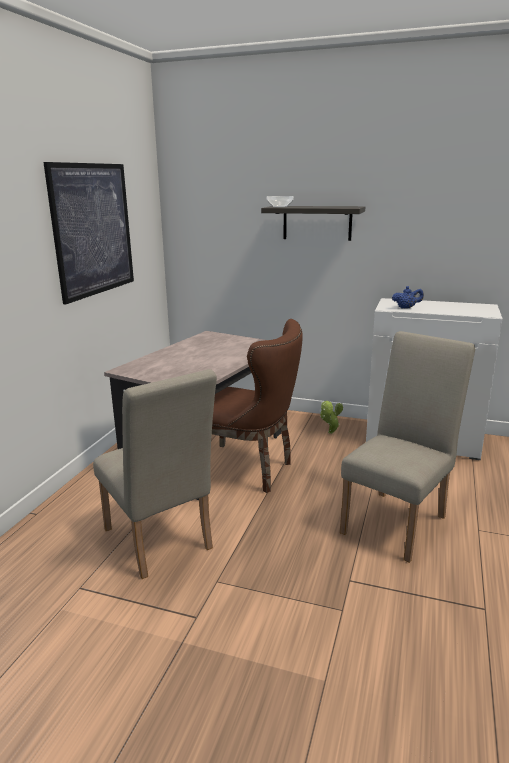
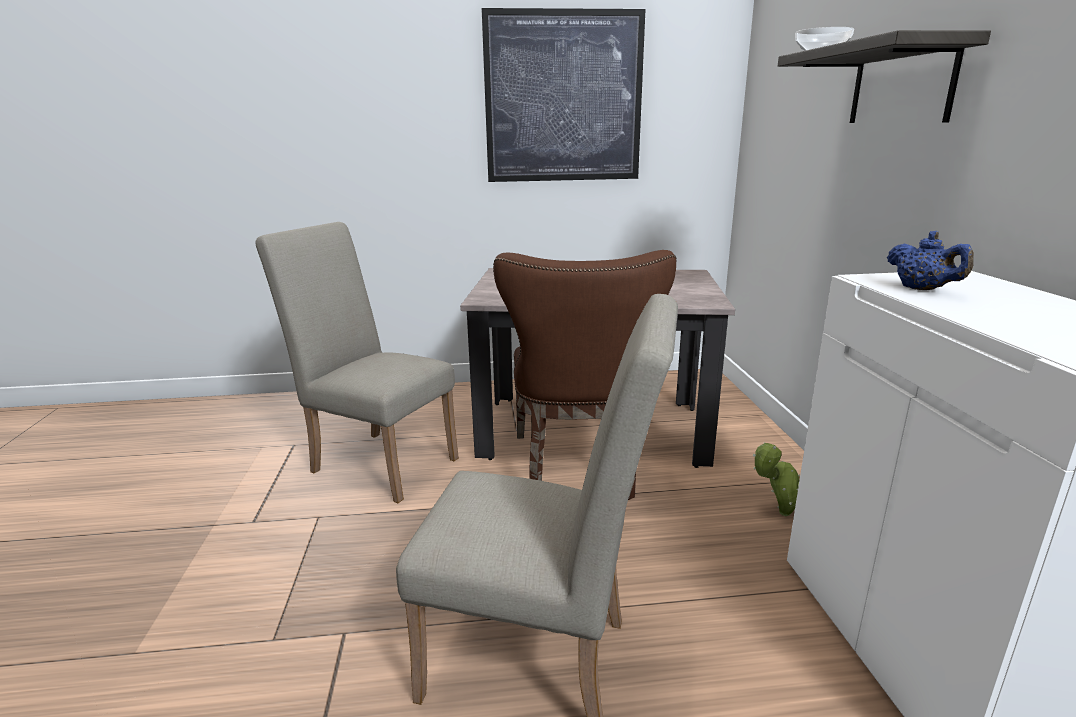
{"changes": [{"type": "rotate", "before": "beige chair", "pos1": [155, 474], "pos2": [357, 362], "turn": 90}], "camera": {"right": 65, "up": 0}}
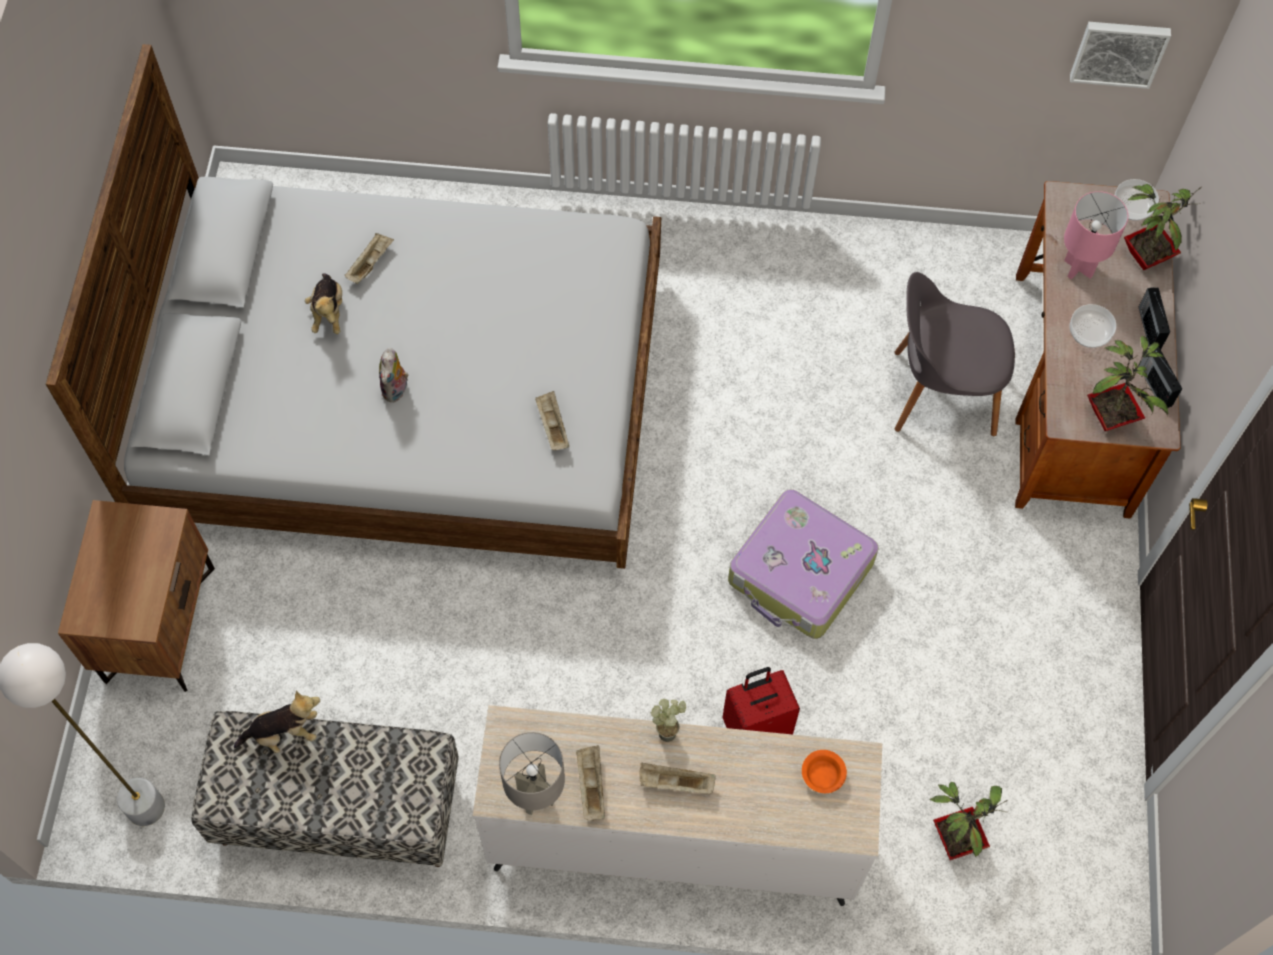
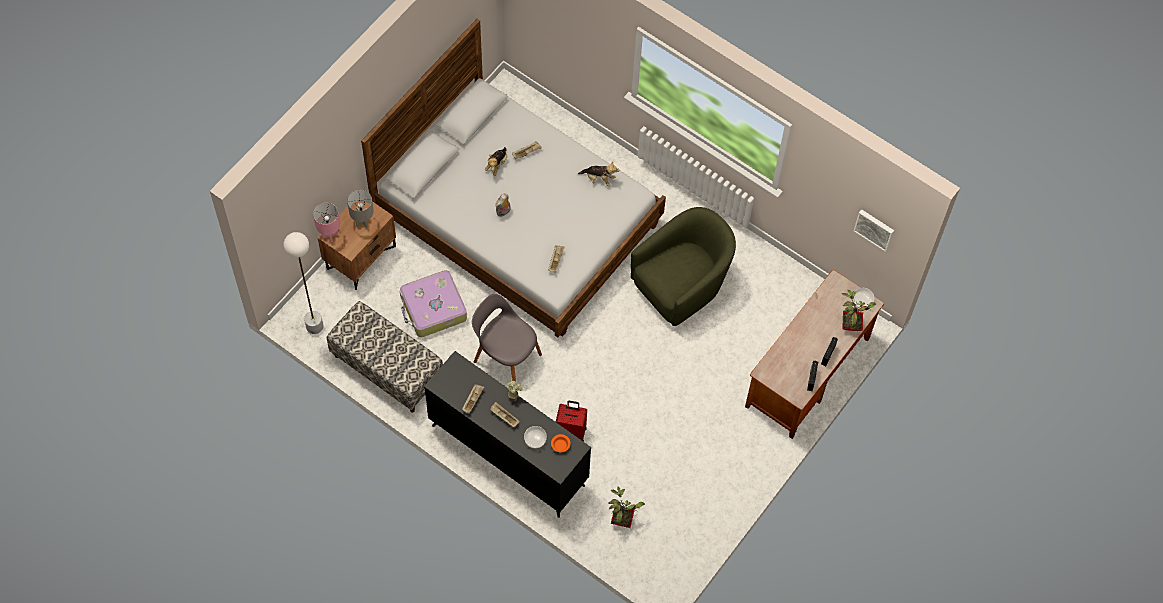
{"changes": [{"type": "move", "before": "plush toy", "pos1": [277, 722], "pos2": [599, 173]}, {"type": "recolor", "before": "beige dresser", "after": "black dresser", "pos1": [677, 805], "pos2": [507, 434]}, {"type": "move", "before": "grey table lamp", "pos1": [532, 773], "pos2": [360, 209]}, {"type": "move", "before": "suitcase", "pos1": [803, 564], "pos2": [433, 303]}, {"type": "move", "before": "grey chair", "pos1": [954, 354], "pos2": [507, 337]}, {"type": "move", "before": "pink table lamp", "pos1": [1096, 235], "pos2": [326, 222]}, {"type": "move", "before": "bowl", "pos1": [1092, 326], "pos2": [535, 437]}, {"type": "delete", "before": "potted plant", "pos1": [1127, 383]}, {"type": "insert", "after": "green armchair", "pos2": [683, 266]}], "camera": {"right": 30, "up": 0}}
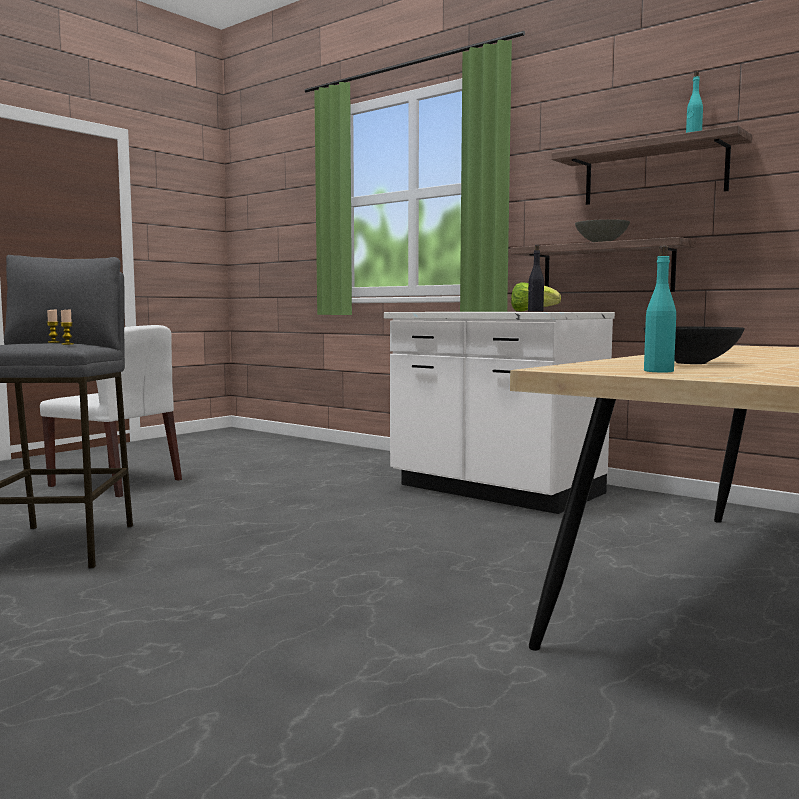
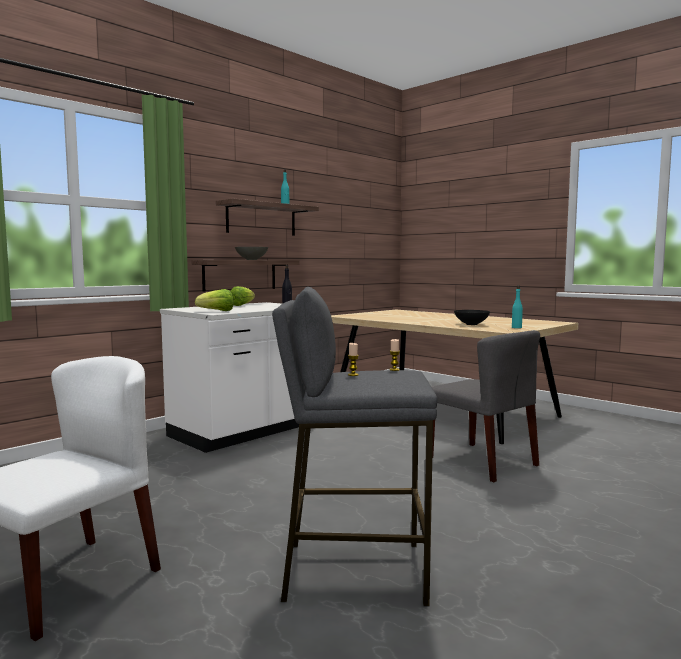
{"changes": [{"type": "insert", "after": "lettuce", "pos2": [214, 300]}, {"type": "insert", "after": "grey chair", "pos2": [486, 406]}], "camera": {"right": -85, "up": 0}}
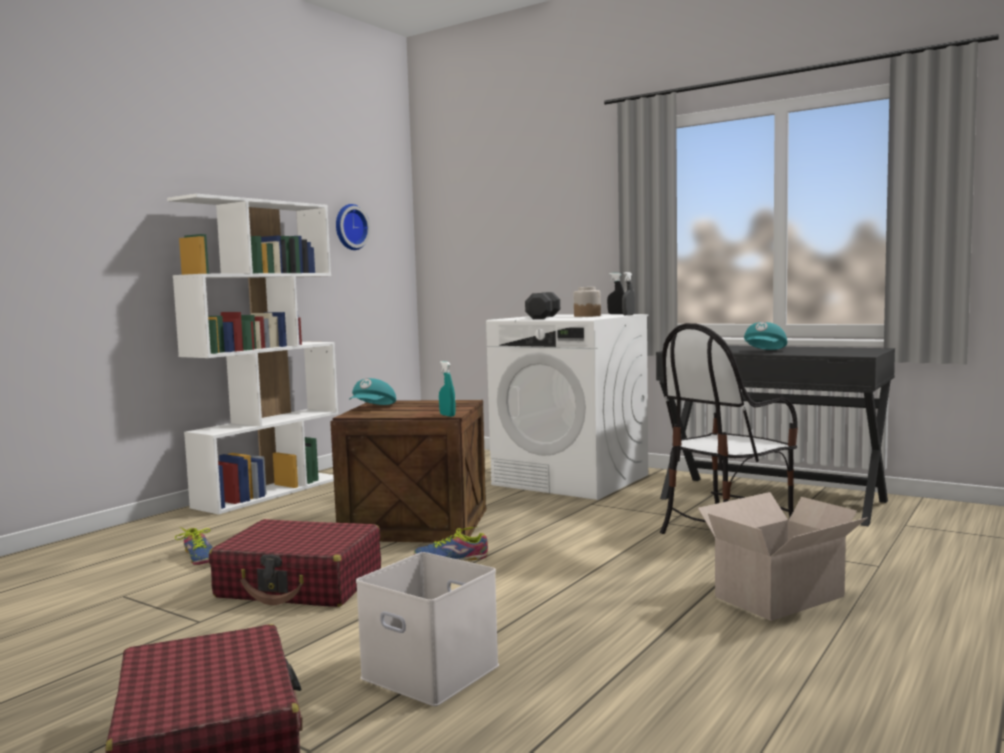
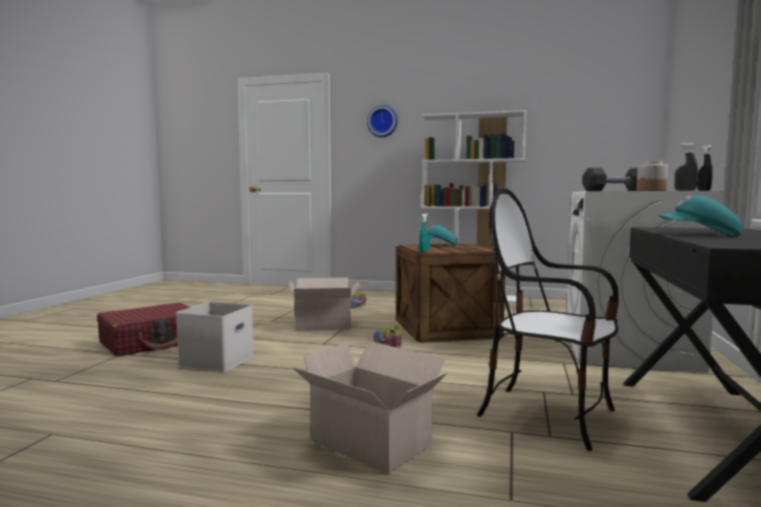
{"changes": [{"type": "replace", "before": "red suitcase", "after": "cardboard box", "pos1": [295, 563], "pos2": [325, 304]}, {"type": "move", "before": "wall clock", "pos1": [353, 227], "pos2": [382, 121]}], "camera": {"right": 70, "up": 0}}
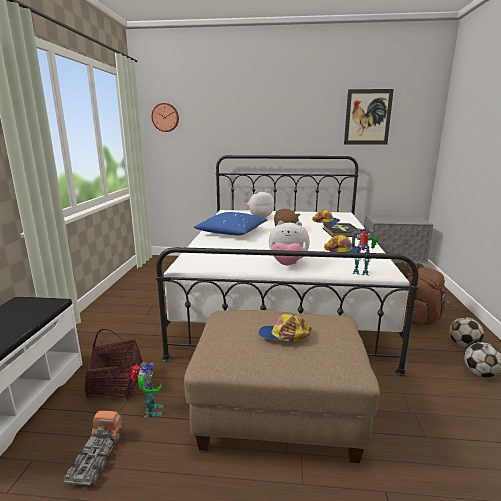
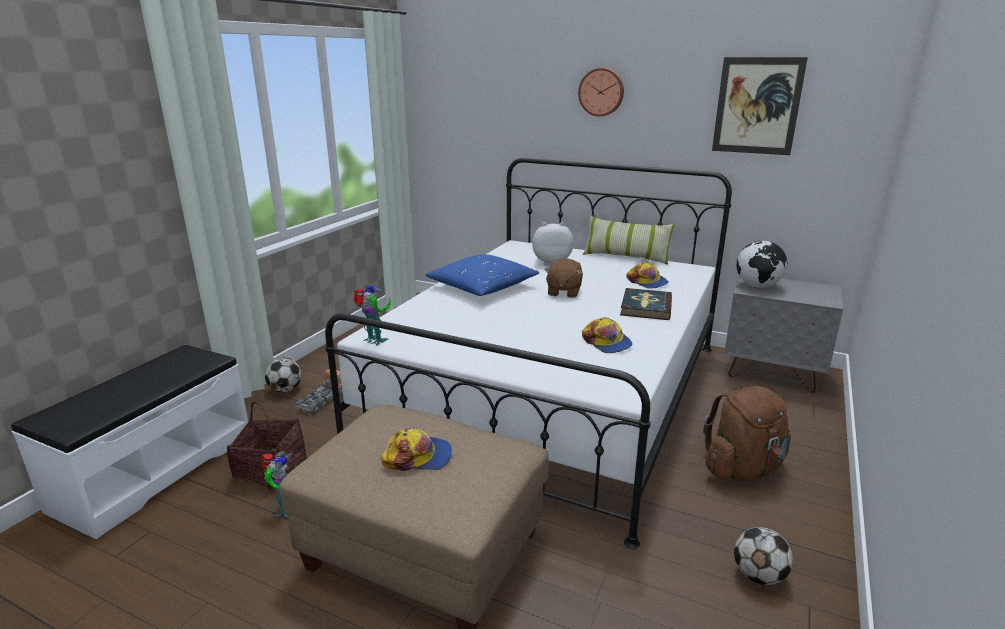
{"changes": [{"type": "move", "before": "toy truck", "pos1": [94, 448], "pos2": [319, 391]}, {"type": "move", "before": "wall clock", "pos1": [165, 117], "pos2": [601, 92]}, {"type": "rotate", "before": "cap", "pos1": [285, 328], "pos2": [416, 449], "turn": 150}, {"type": "delete", "before": "plush toy", "pos1": [289, 243]}, {"type": "move", "before": "toy robot", "pos1": [364, 252], "pos2": [372, 315]}, {"type": "move", "before": "football", "pos1": [466, 332], "pos2": [283, 375]}, {"type": "insert", "after": "pillow", "pos2": [628, 240]}, {"type": "insert", "after": "globe", "pos2": [761, 264]}], "camera": {"right": 20, "up": 5}}
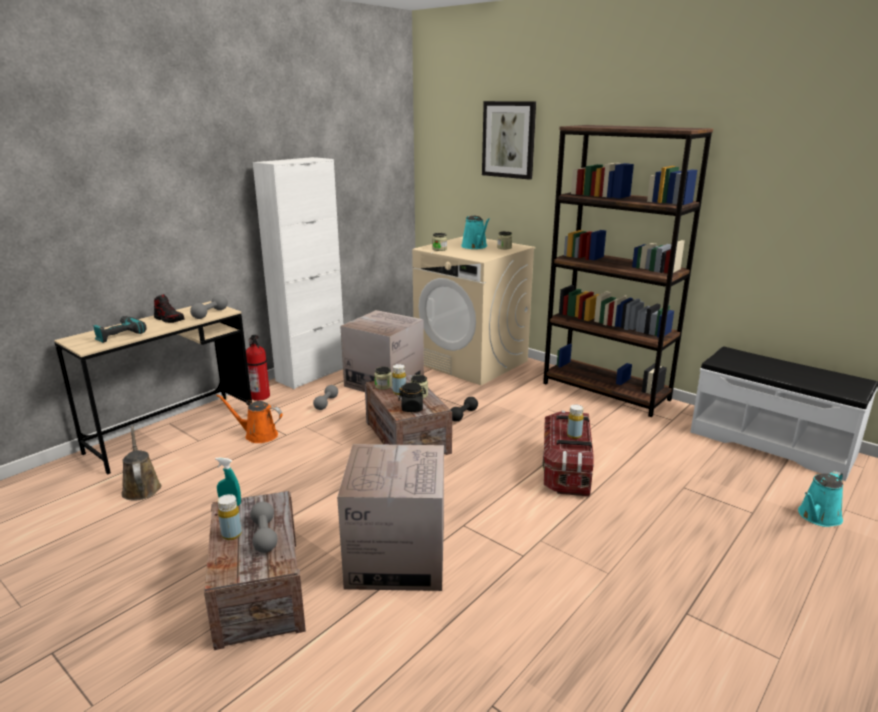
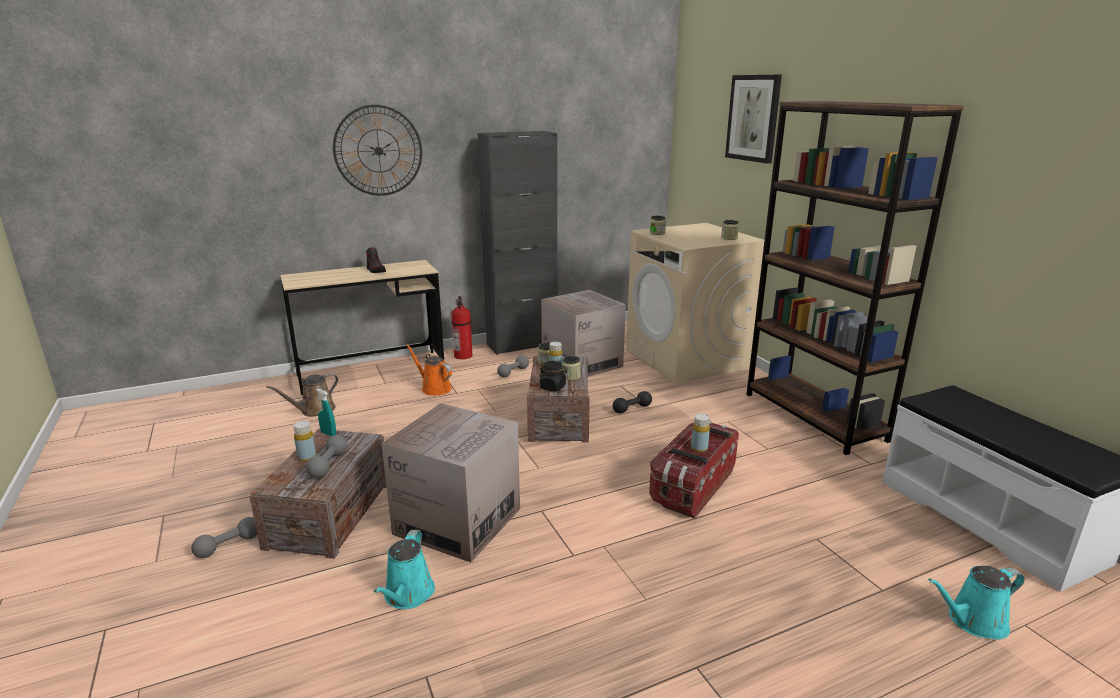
{"changes": [{"type": "delete", "before": "power drill", "pos1": [120, 329]}, {"type": "rotate", "before": "brown watering can", "pos1": [141, 463], "pos2": [302, 395], "turn": -135}, {"type": "move", "before": "grey dumbbell", "pos1": [209, 307], "pos2": [224, 537]}, {"type": "recolor", "before": "white cabinet", "after": "black cabinet", "pos1": [298, 273], "pos2": [517, 243]}, {"type": "move", "before": "turquoise watering can", "pos1": [475, 232], "pos2": [404, 569]}, {"type": "insert", "after": "wall clock", "pos2": [377, 150]}], "camera": {"right": 25, "up": 0}}
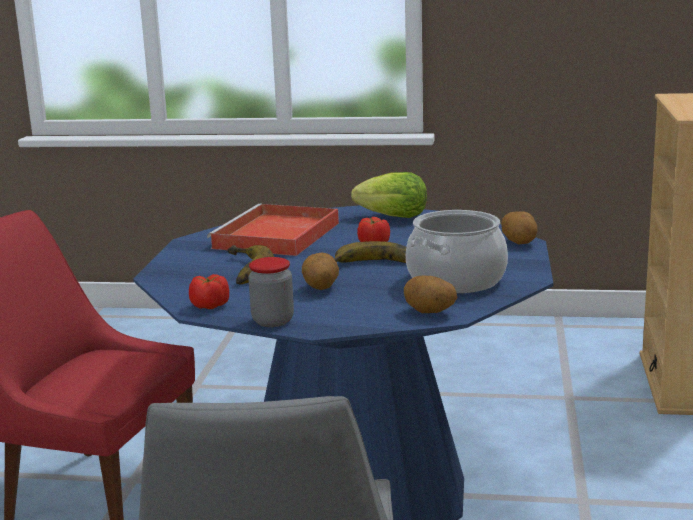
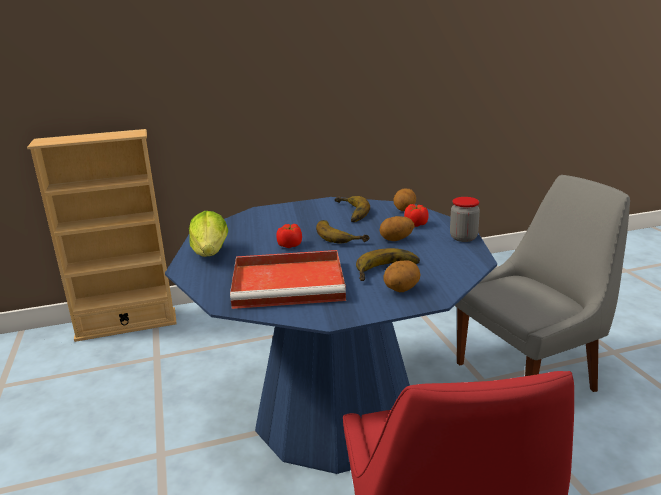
{"changes": [{"type": "move", "before": "tomato", "pos1": [209, 291], "pos2": [416, 215]}, {"type": "replace", "before": "cooking pot", "after": "banana", "pos1": [457, 251], "pos2": [352, 209]}, {"type": "move", "before": "potato", "pos1": [519, 228], "pos2": [402, 276]}], "camera": {"right": -115, "up": 5}}
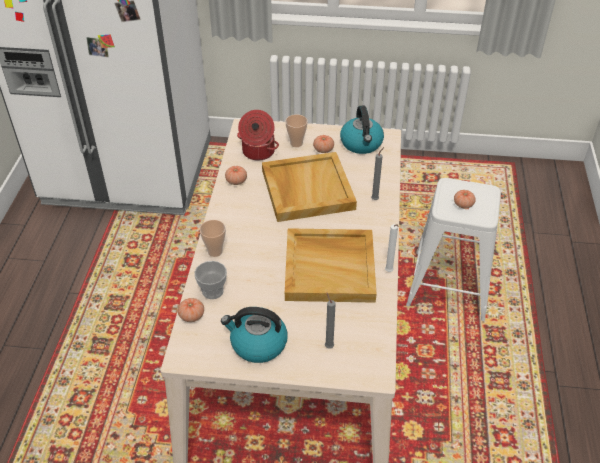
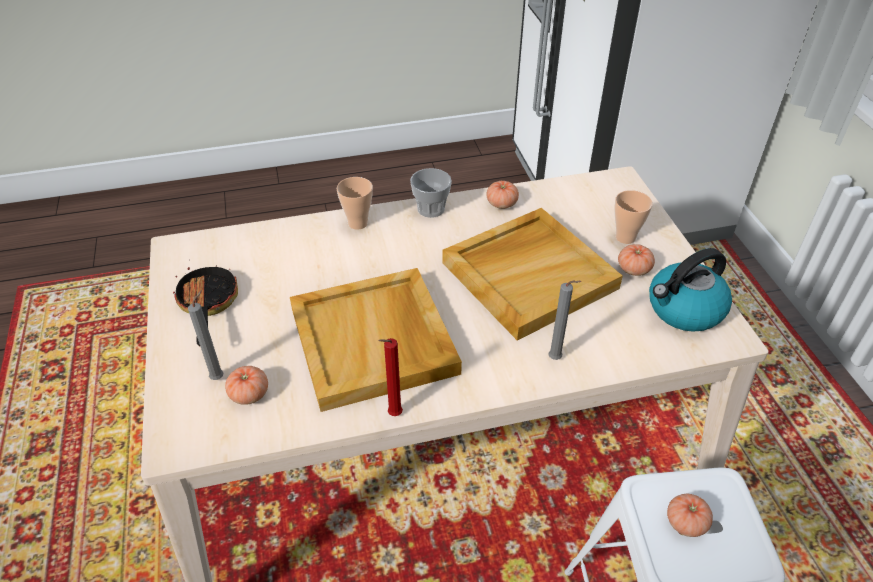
{"changes": [{"type": "move", "before": "tomato", "pos1": [191, 310], "pos2": [246, 385]}, {"type": "move", "before": "cup", "pos1": [211, 280], "pos2": [431, 193]}, {"type": "replace", "before": "kettle", "after": "frying pan", "pos1": [254, 335], "pos2": [205, 306]}, {"type": "delete", "before": "cooking pot", "pos1": [258, 135]}, {"type": "recolor", "before": "white candle", "after": "red candle", "pos1": [391, 248], "pos2": [391, 377]}], "camera": {"right": 70, "up": 0}}
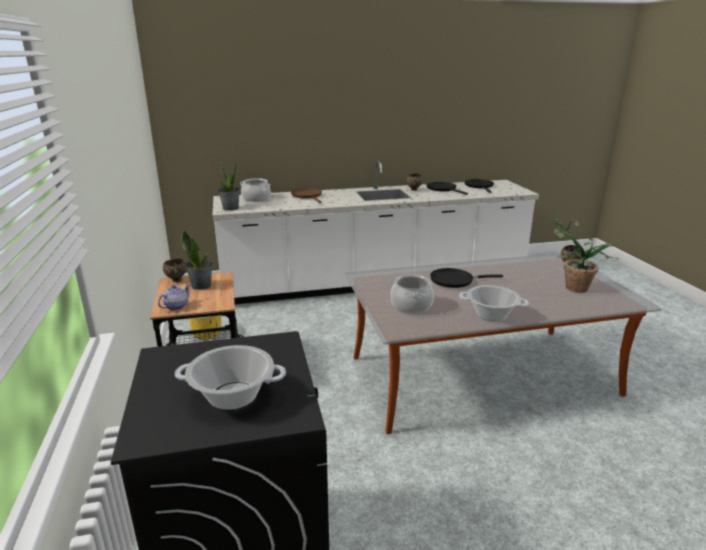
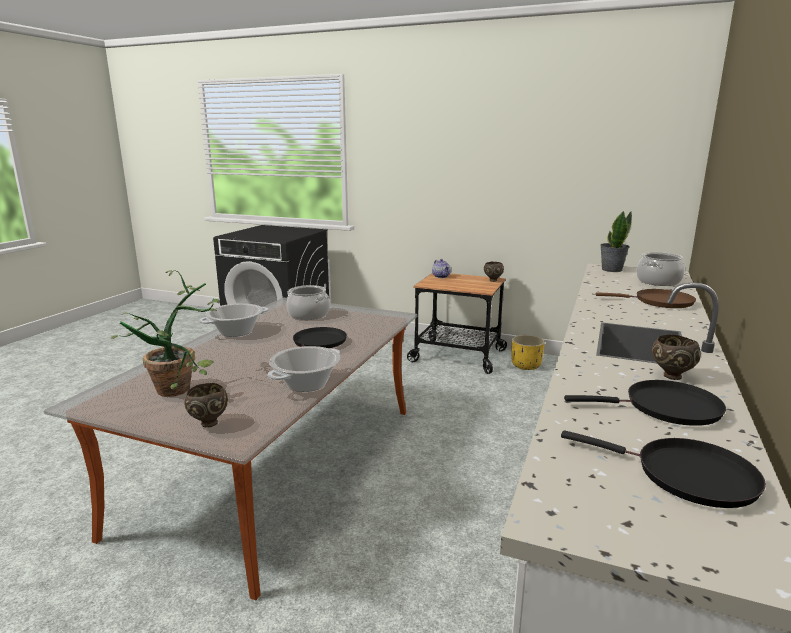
{"changes": [{"type": "move", "before": "cooking pot", "pos1": [230, 377], "pos2": [304, 369]}, {"type": "delete", "before": "potted plant", "pos1": [197, 260]}], "camera": {"right": 125, "up": -5}}
